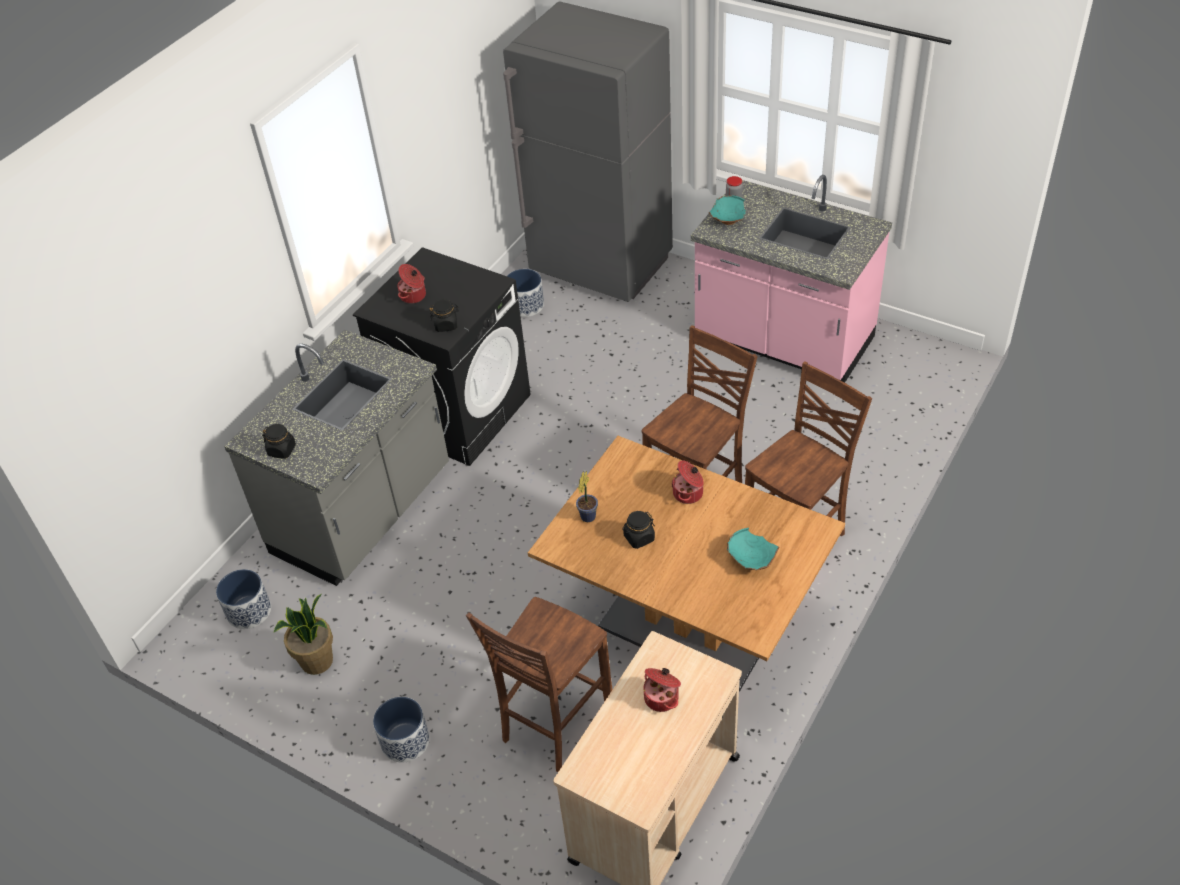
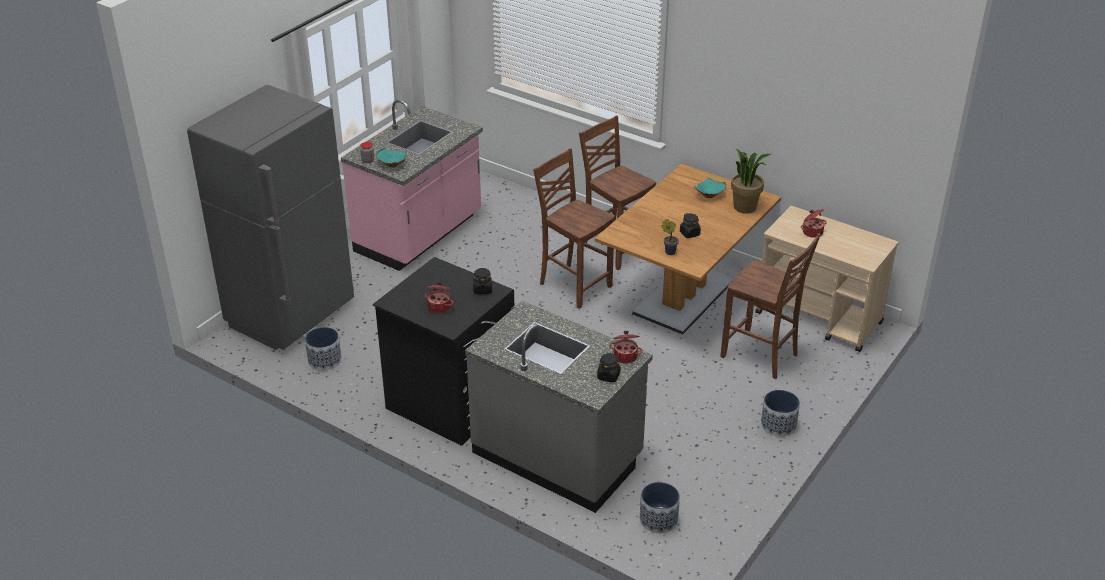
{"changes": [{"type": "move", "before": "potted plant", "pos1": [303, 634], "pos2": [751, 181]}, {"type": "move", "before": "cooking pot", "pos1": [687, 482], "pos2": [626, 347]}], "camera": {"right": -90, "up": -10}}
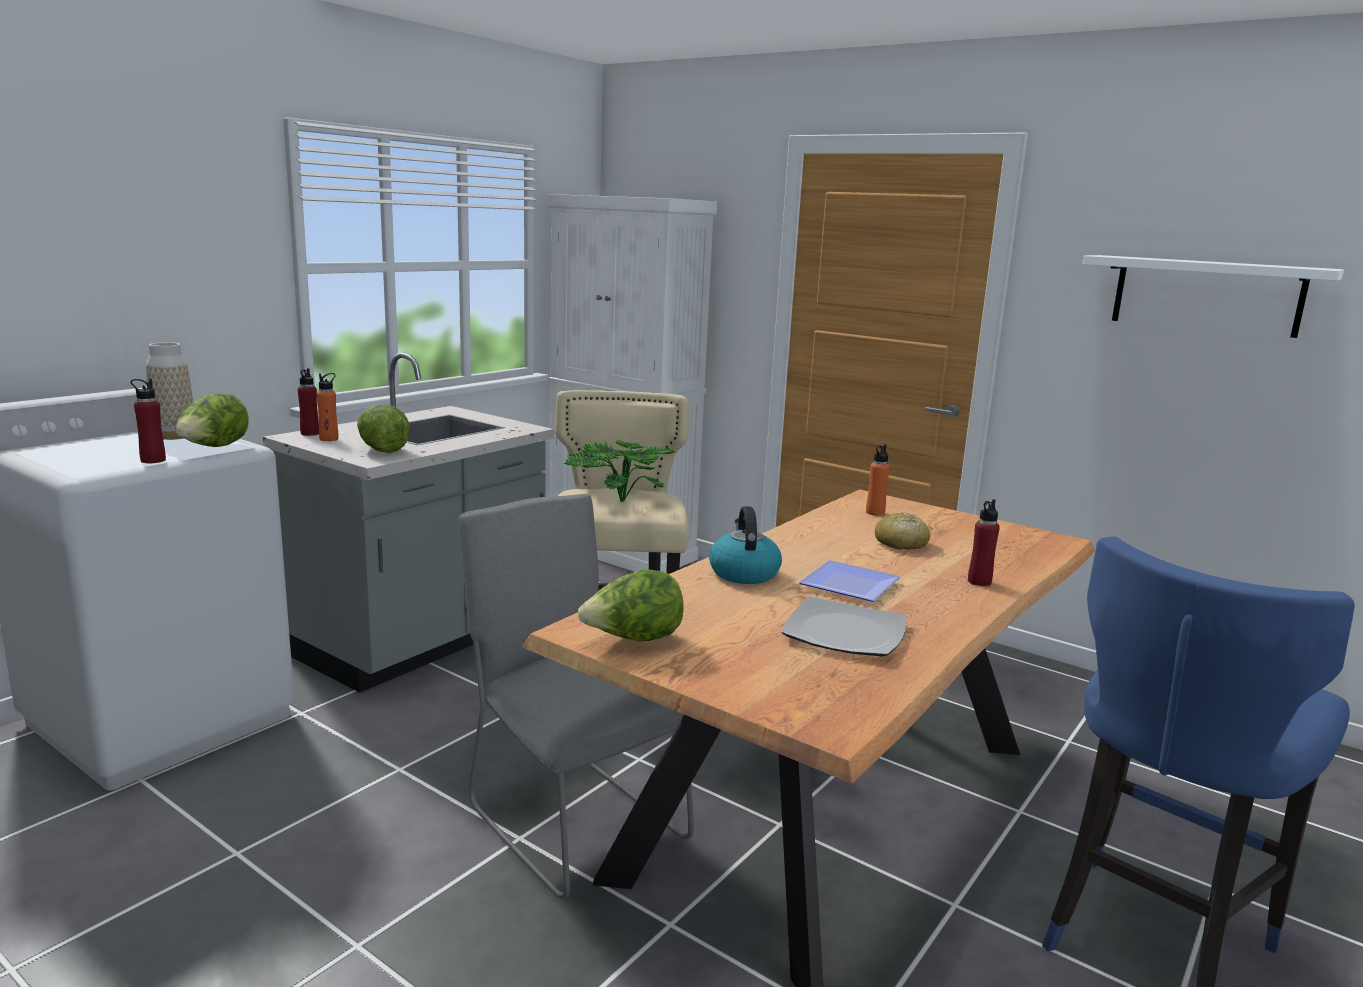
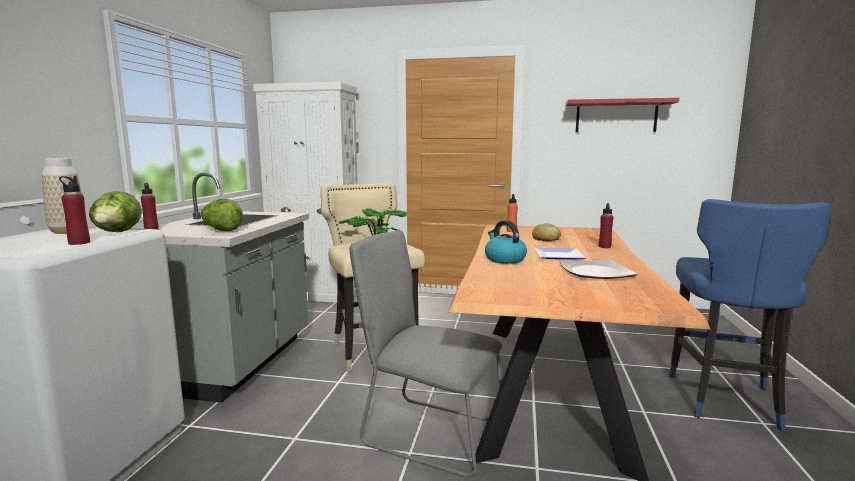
{"changes": [{"type": "delete", "before": "orange bottle", "pos1": [327, 407]}, {"type": "delete", "before": "lettuce", "pos1": [631, 605]}, {"type": "recolor", "before": "white shelf", "after": "red shelf", "pos1": [1213, 296], "pos2": [622, 115]}], "camera": {"right": -25, "up": -5}}
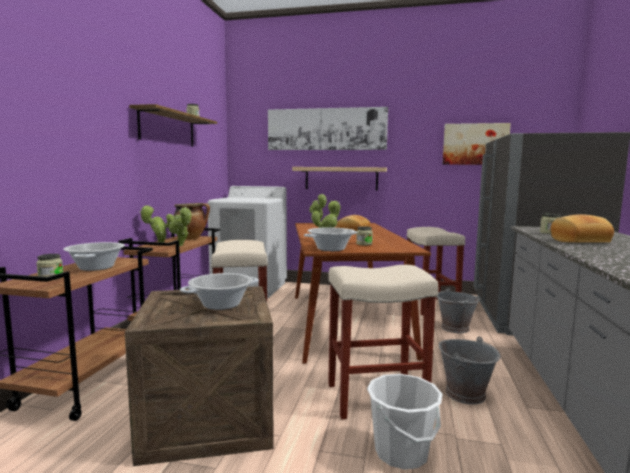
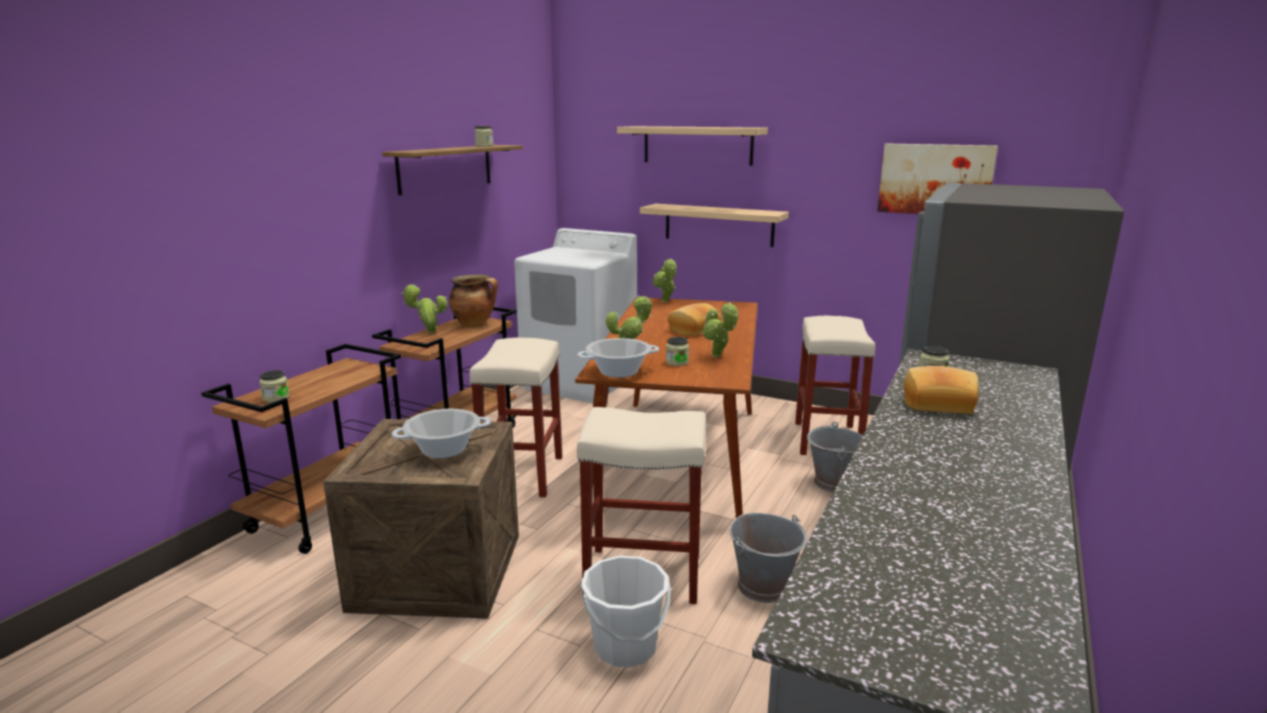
{"changes": [{"type": "delete", "before": "cooking pot", "pos1": [94, 256]}, {"type": "move", "before": "potted plant", "pos1": [180, 226], "pos2": [720, 330]}, {"type": "replace", "before": "picture", "after": "shelf", "pos1": [328, 128], "pos2": [692, 146]}], "camera": {"right": 15, "up": 10}}
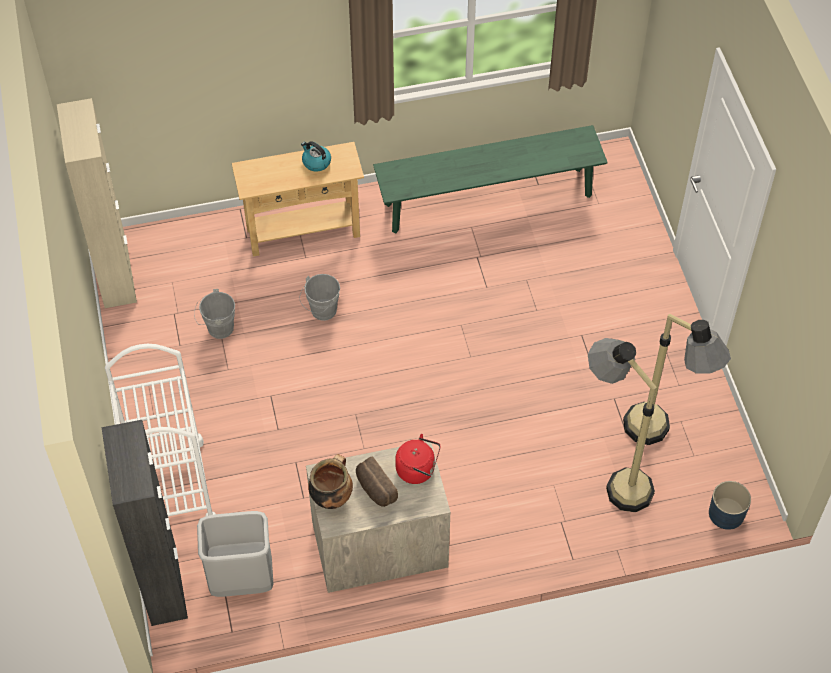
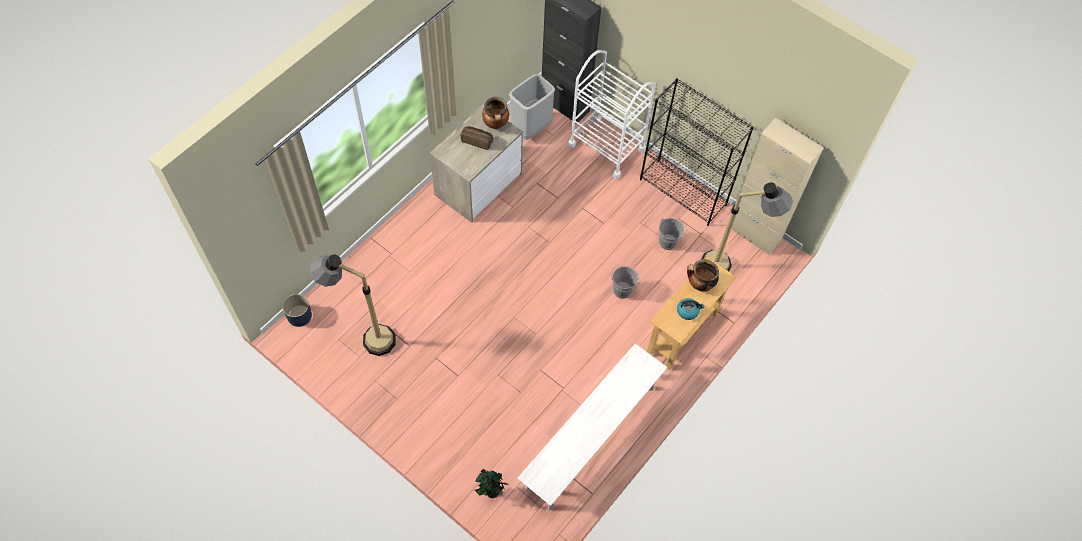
{"changes": [{"type": "recolor", "before": "green bench", "after": "white bench", "pos1": [490, 179], "pos2": [592, 426]}, {"type": "delete", "before": "red kettle", "pos1": [418, 459]}, {"type": "move", "before": "floor lamp", "pos1": [622, 425], "pos2": [747, 226]}, {"type": "insert", "after": "potted plant", "pos2": [491, 483]}, {"type": "insert", "after": "black bookcase", "pos2": [697, 152]}, {"type": "insert", "after": "cooking pot", "pos2": [703, 275]}], "camera": {"right": 140, "up": 5}}
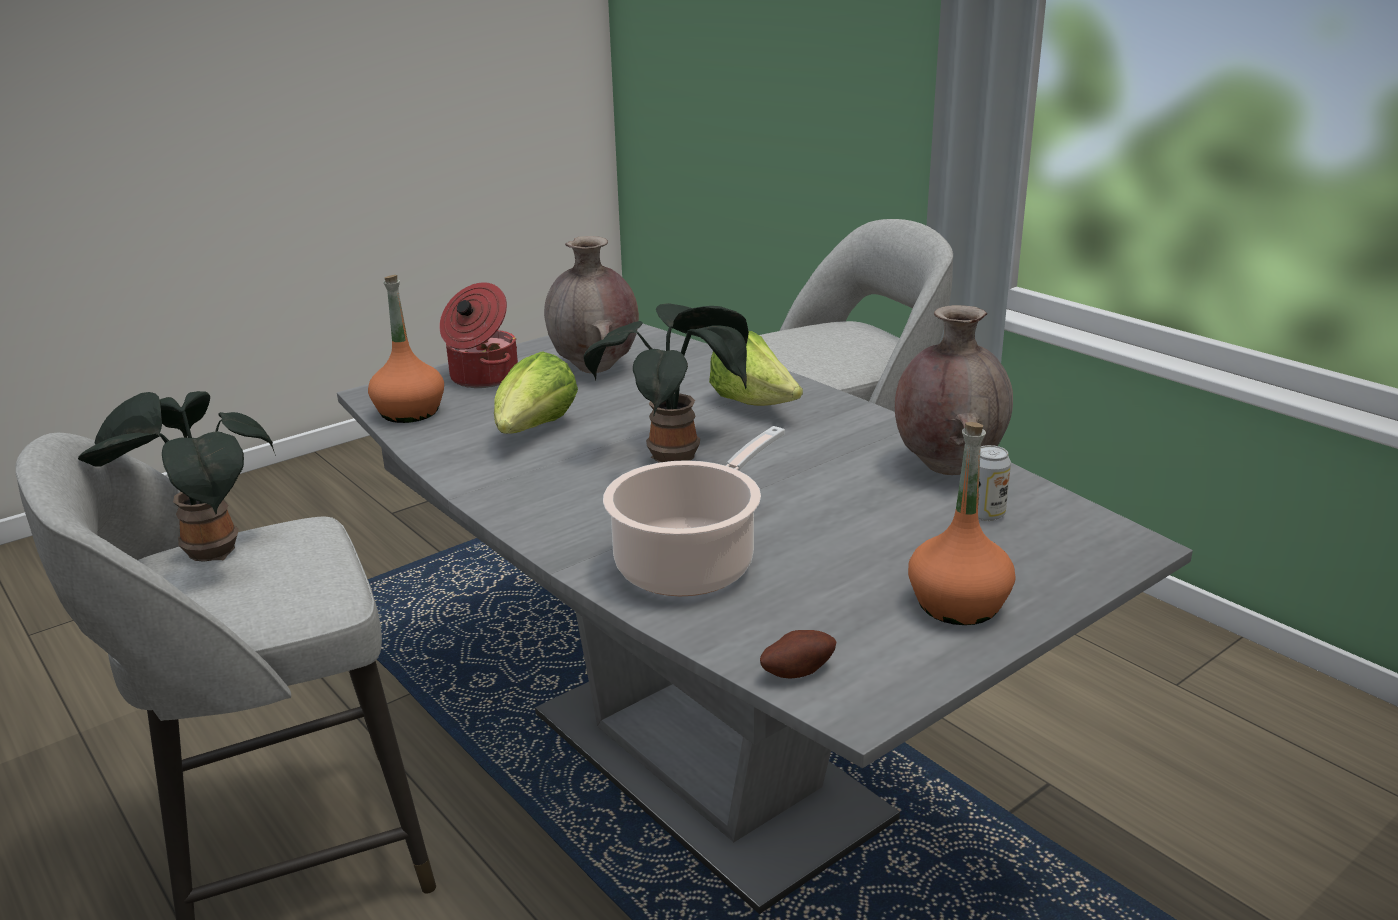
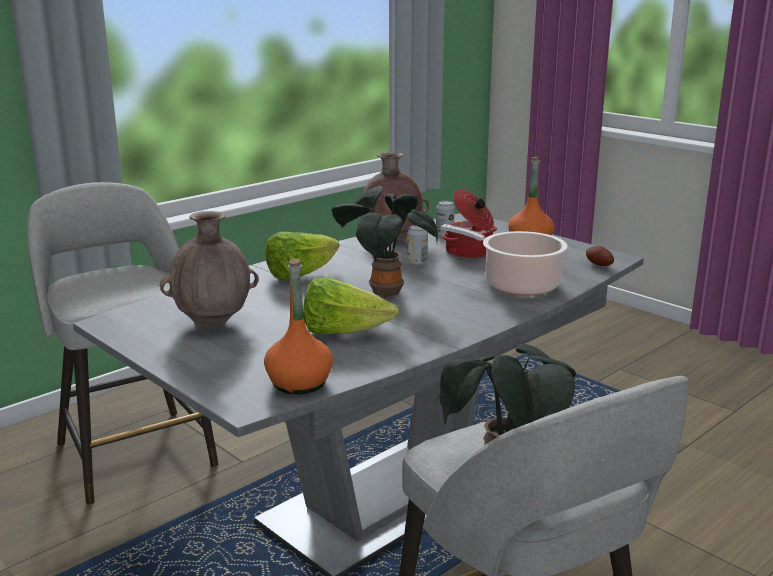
{"changes": [{"type": "move", "before": "cooking pot", "pos1": [478, 335], "pos2": [469, 224]}, {"type": "insert", "after": "can", "pos2": [417, 245]}], "camera": {"right": -95, "up": -5}}
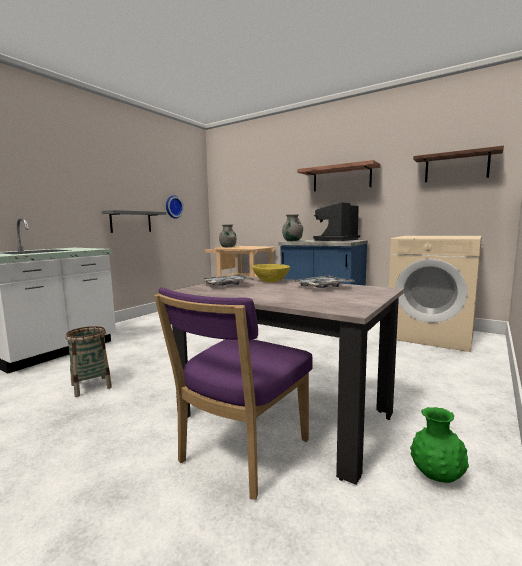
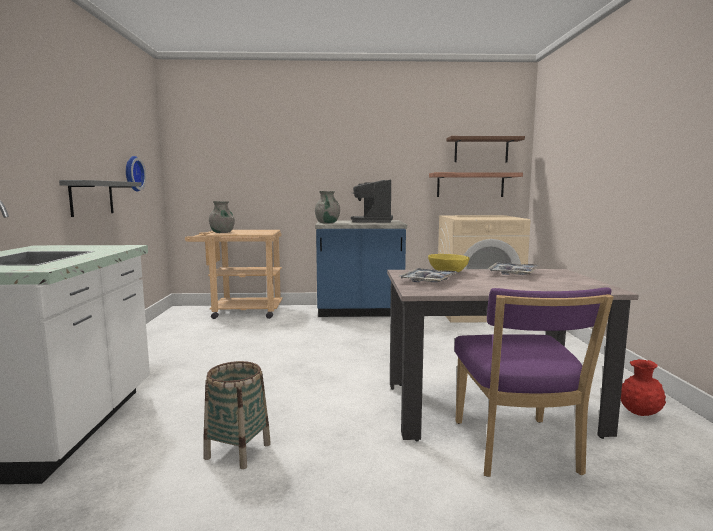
{"changes": [{"type": "move", "before": "shelf", "pos1": [338, 176], "pos2": [476, 184]}, {"type": "recolor", "before": "green vase", "after": "red vase", "pos1": [439, 445], "pos2": [643, 387]}], "camera": {"right": -35, "up": 0}}
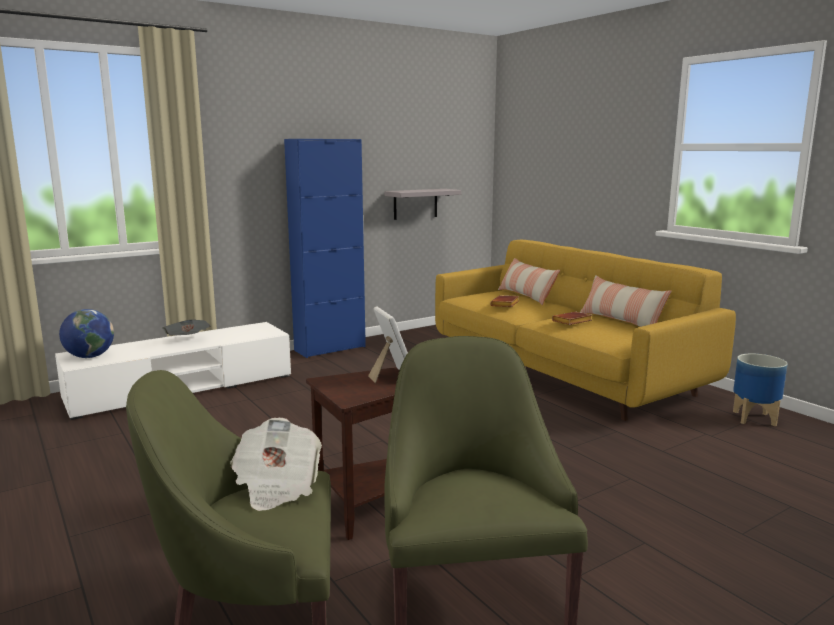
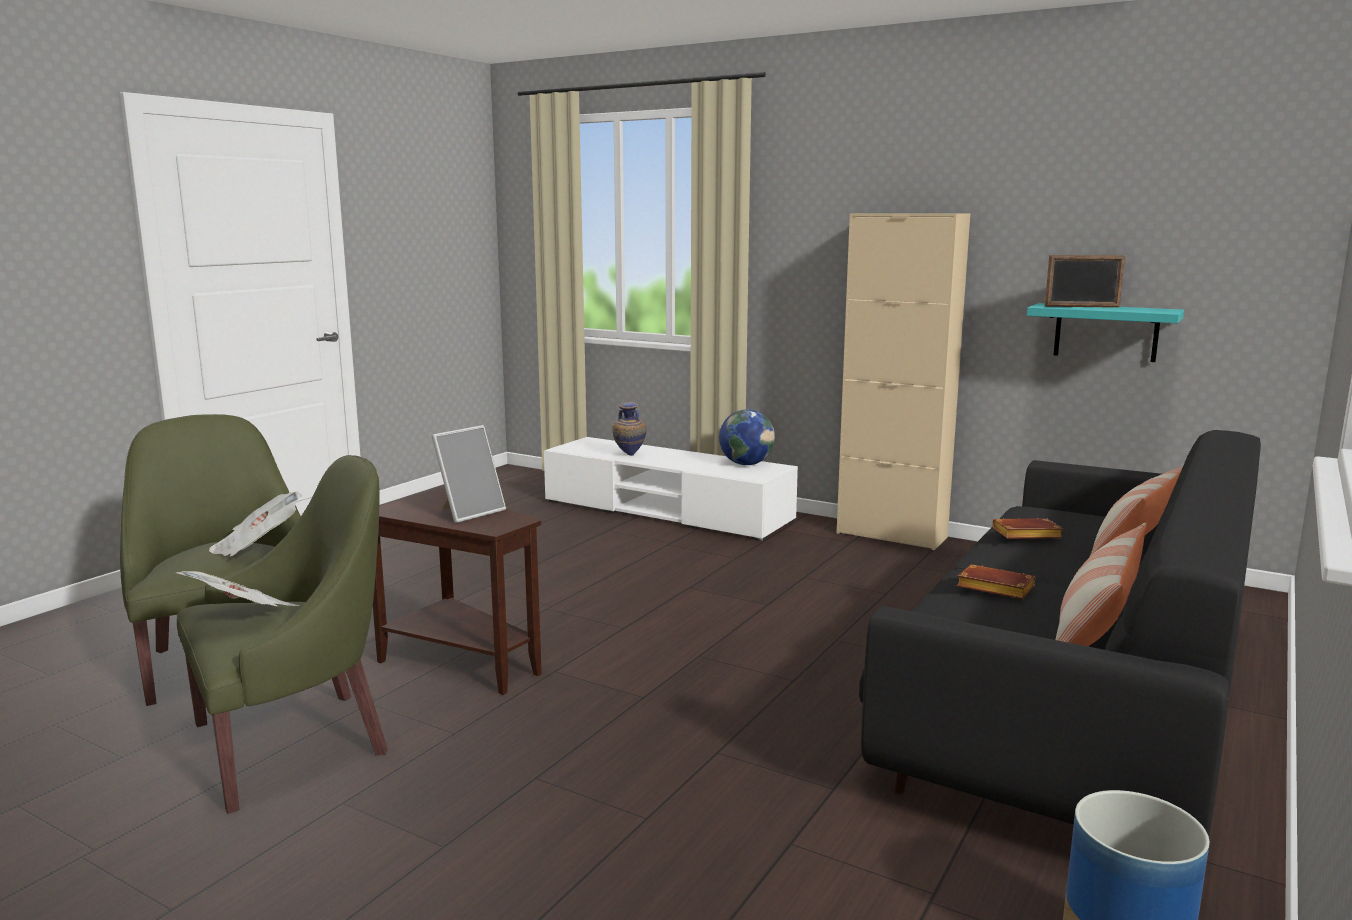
{"changes": [{"type": "move", "before": "globe", "pos1": [86, 333], "pos2": [747, 437]}, {"type": "move", "before": "newspaper", "pos1": [186, 327], "pos2": [237, 588]}, {"type": "recolor", "before": "blue cabinet", "after": "beige cabinet", "pos1": [325, 248], "pos2": [903, 381]}, {"type": "recolor", "before": "grey shelf", "after": "turquoise shelf", "pos1": [423, 204], "pos2": [1105, 332]}, {"type": "recolor", "before": "yellow sofa", "after": "black sofa", "pos1": [585, 330], "pos2": [1060, 633]}, {"type": "insert", "after": "vase", "pos2": [629, 429]}, {"type": "insert", "after": "picture frame", "pos2": [1085, 281]}], "camera": {"right": 65, "up": 0}}
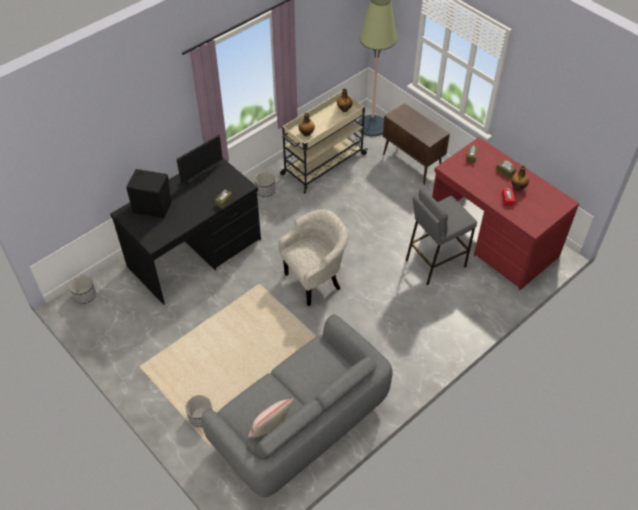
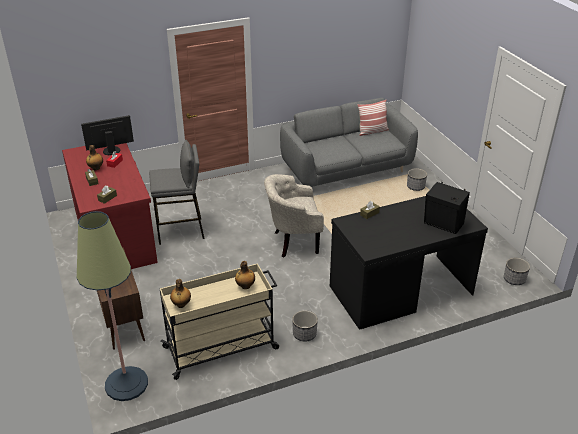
{"changes": [{"type": "move", "before": "monitor", "pos1": [199, 159], "pos2": [107, 135]}], "camera": {"right": -160, "up": -15}}
